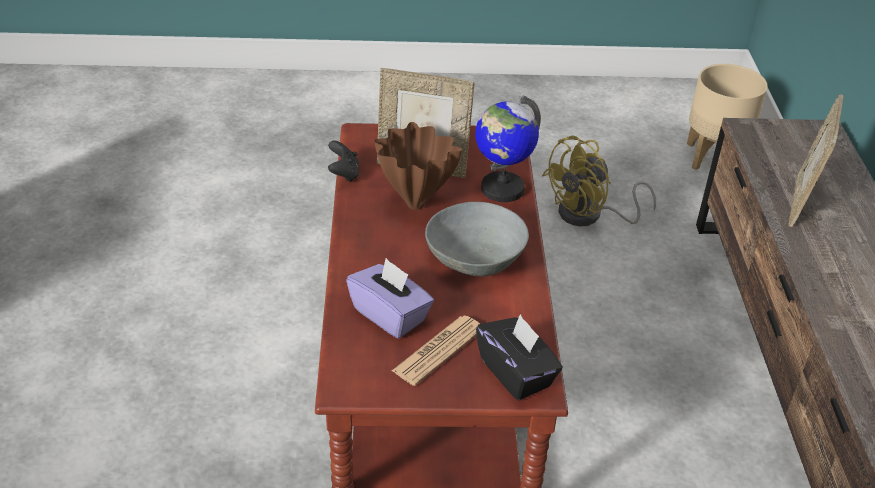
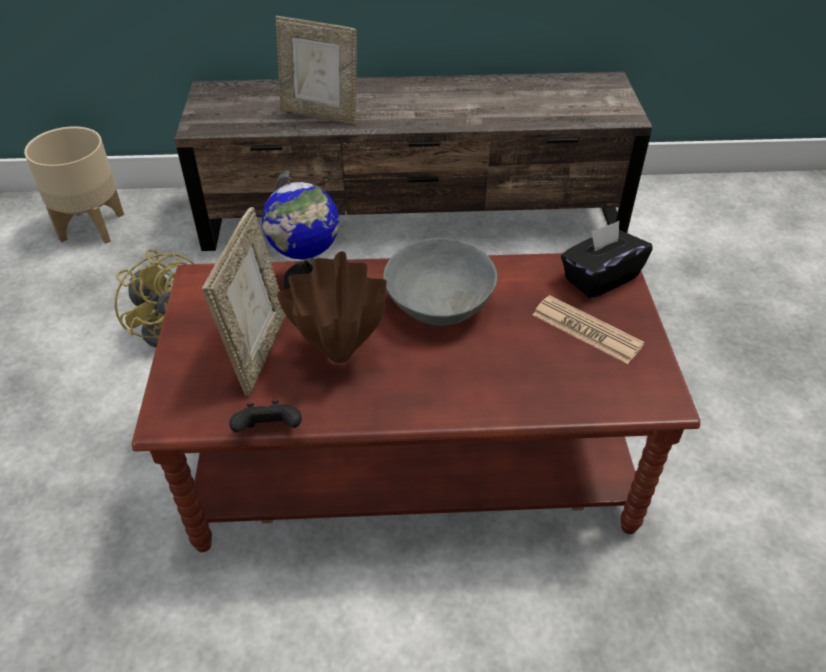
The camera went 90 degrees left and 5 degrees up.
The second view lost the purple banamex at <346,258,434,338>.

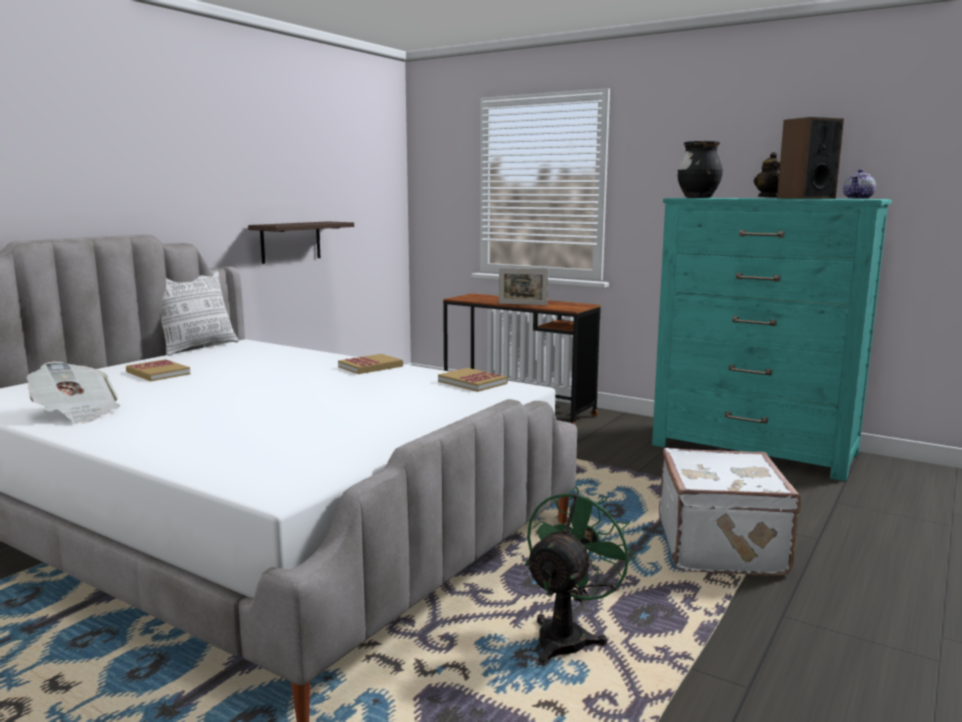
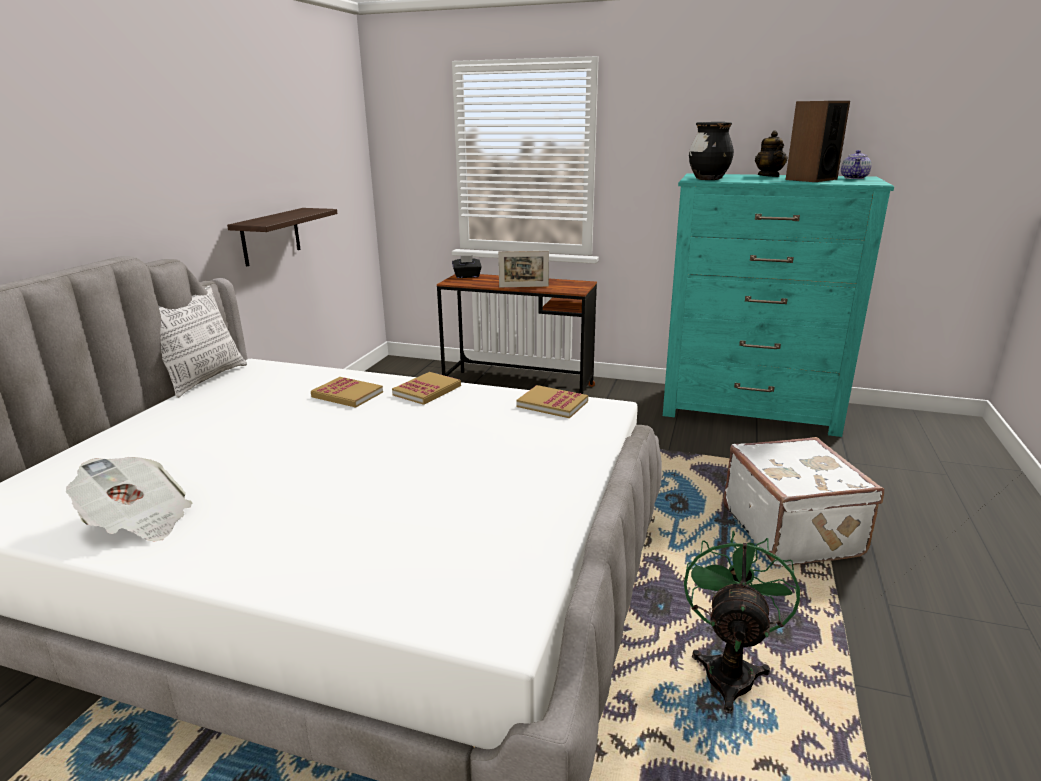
The camera went 15 degrees left and 10 degrees up.
The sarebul ended up elsewhere, having gone from <126,359,190,381> to <311,377,383,408>.
The second view gained the black banamex at <452,255,482,278>.

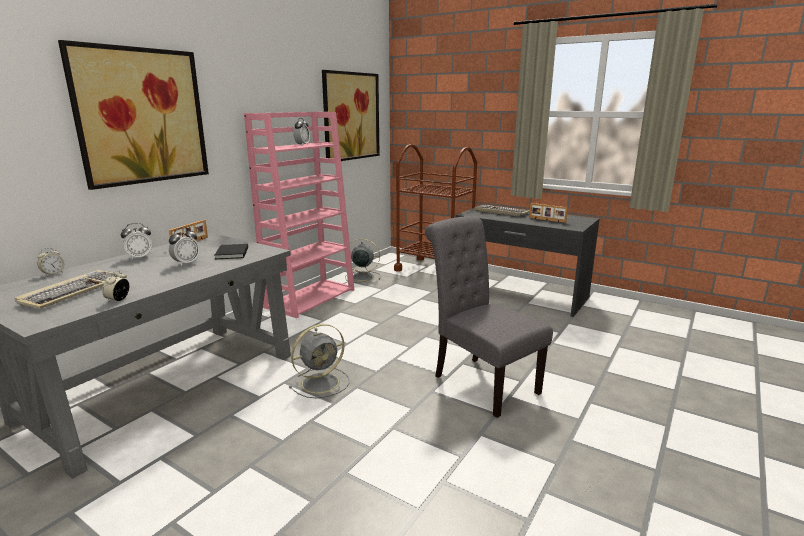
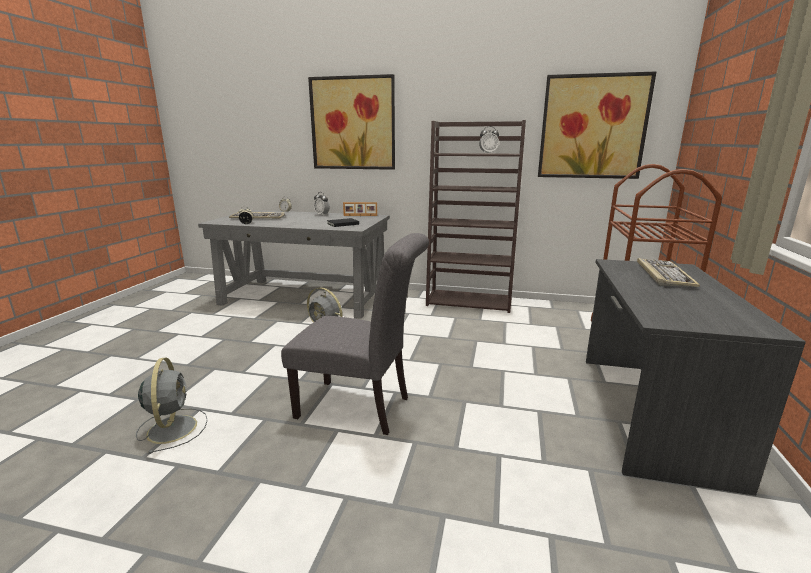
The camera went 70 degrees right and 0 degrees up.
The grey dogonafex ended up elsewhere, having gone from <345,239,380,283> to <136,358,208,454>.
The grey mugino at <425,216,553,418> ended up facing another way, 75 degrees clockwise from before.
What was the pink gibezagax at <244,112,354,318> turned into the brown gibezagax at <426,120,526,313>.
The second view lost the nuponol at <169,227,200,266>.
The second view lost the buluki at <529,203,568,223>.

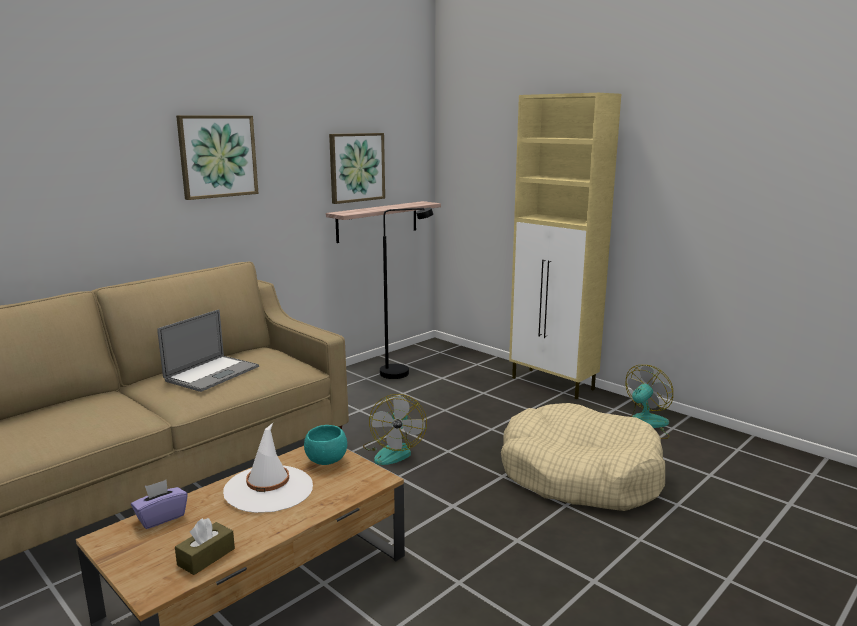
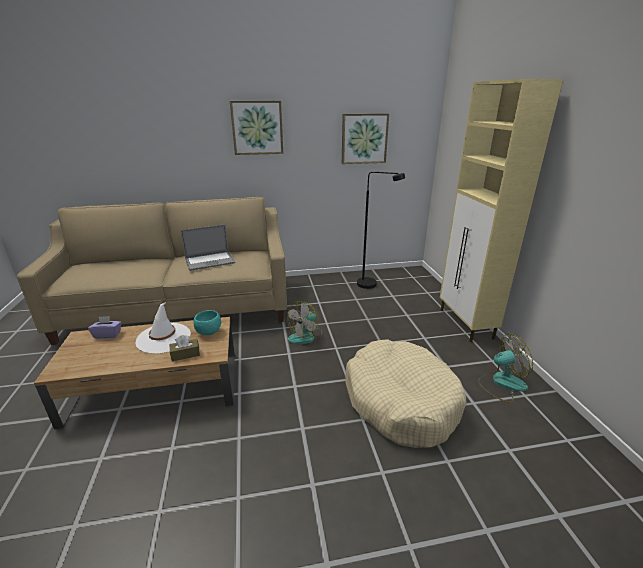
The camera went 35 degrees right and 10 degrees up.
The brown banamex ended up elsewhere, having gone from <175,518,235,575> to <170,335,200,361>.
The second view lost the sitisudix at <326,201,441,243>.

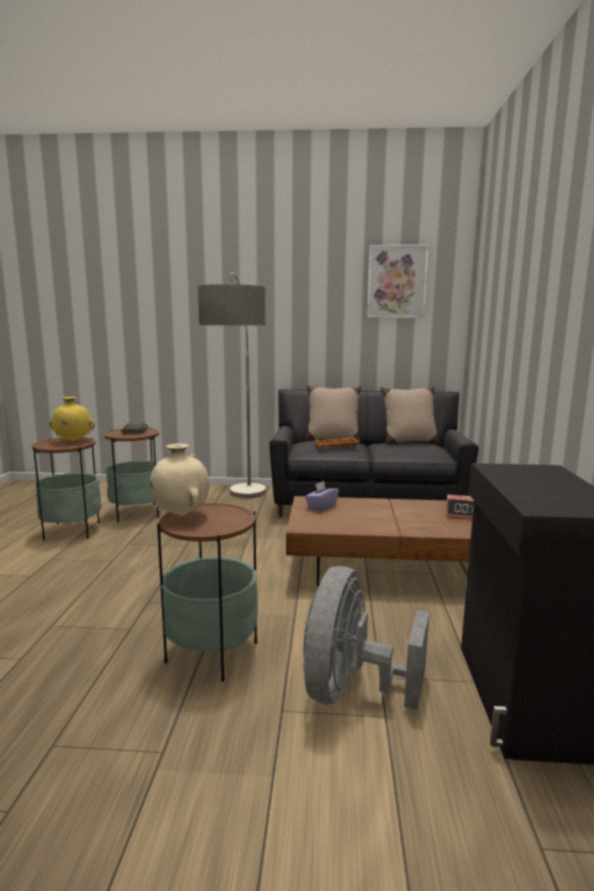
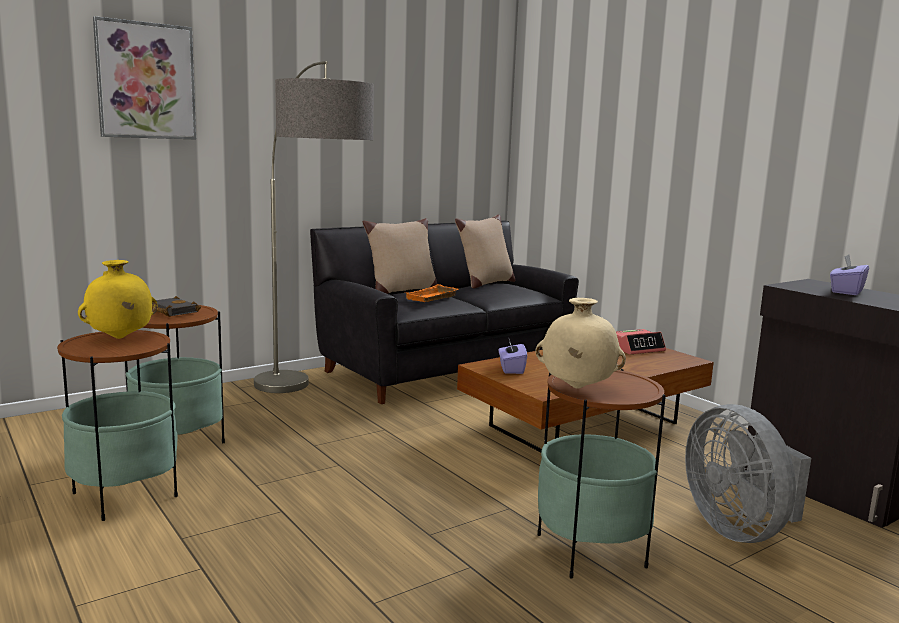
The camera went 40 degrees left and 0 degrees up.
The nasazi ended up elsewhere, having gone from <367,245,429,318> to <93,16,196,139>.
The second view gained the purple banamex at <830,255,869,295>.

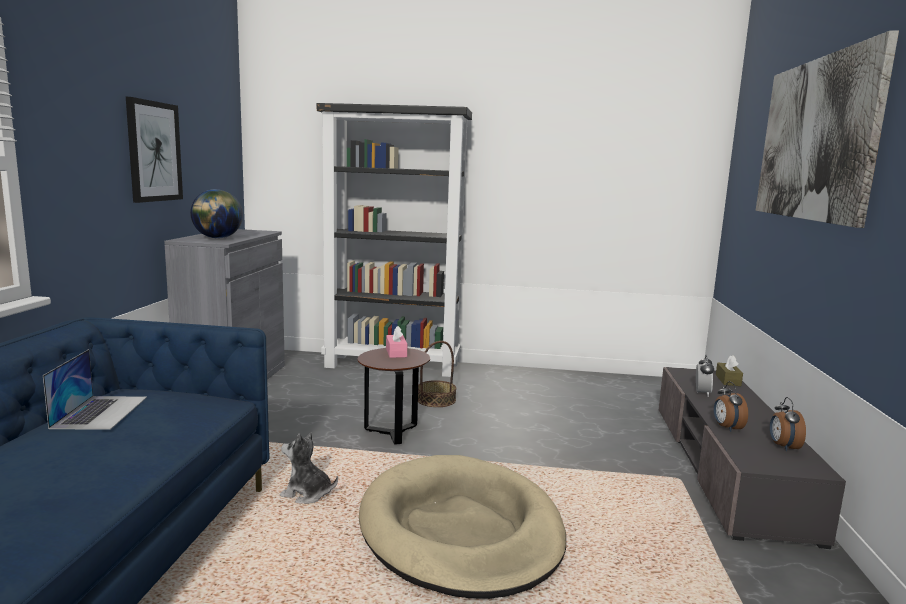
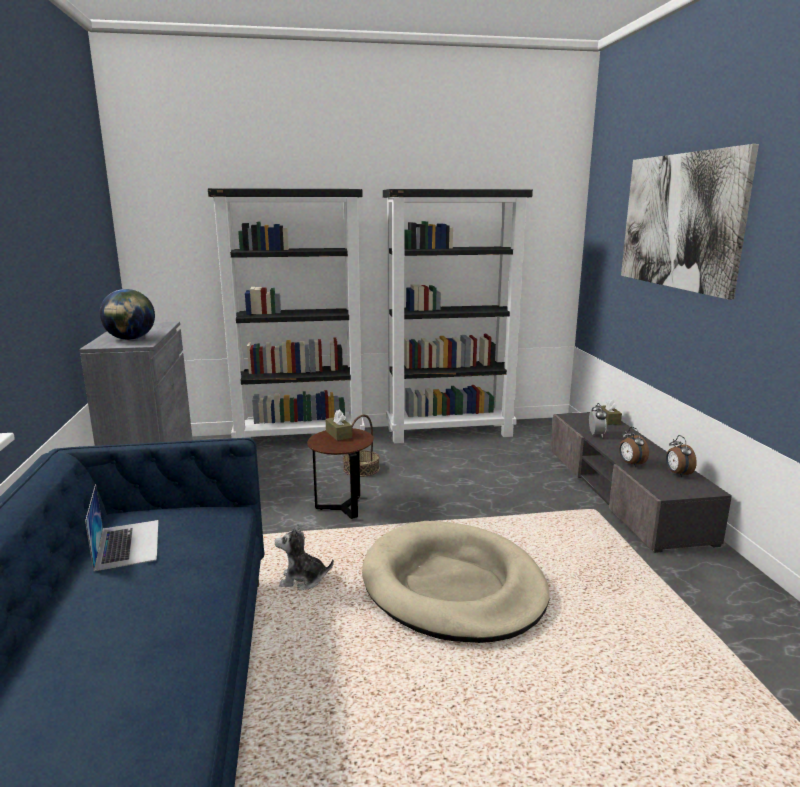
The camera went 15 degrees left and 5 degrees up.
What was the pink banamex at <386,326,407,358> turned into the brown banamex at <326,410,352,441>.
The second view gained the black gibezagax at <383,189,533,444>.
The second view lost the nasazi at <126,97,183,203>.

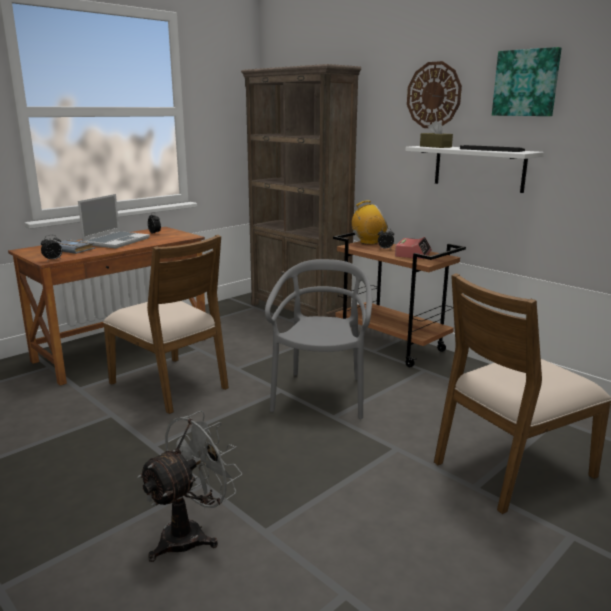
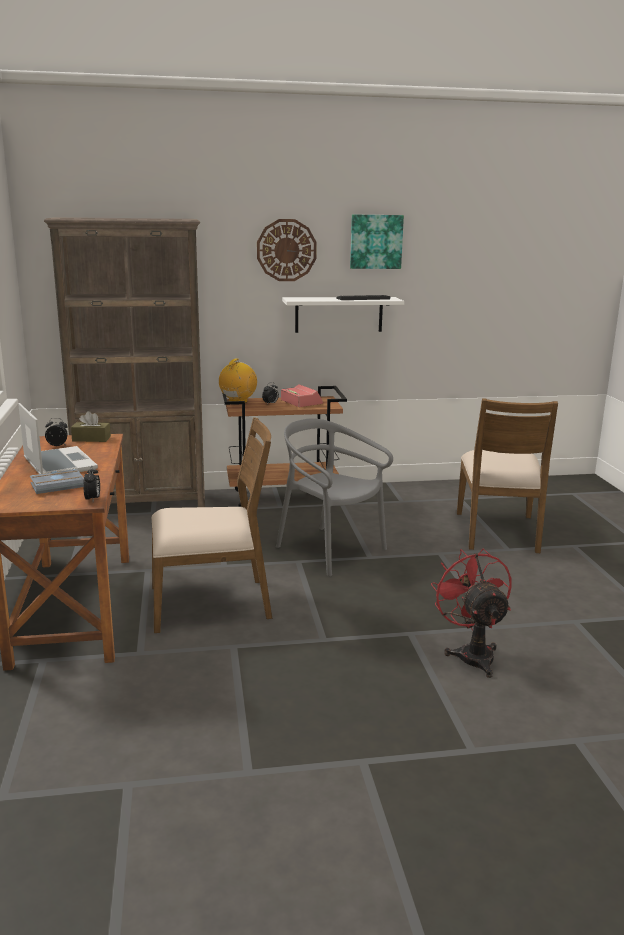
The camera went 55 degrees left and 0 degrees up.
The brown banamex ended up elsewhere, having gone from <420,121,453,148> to <71,411,111,442>.
What was the grey dogonafex at <137,411,242,562> turned into the red dogonafex at <431,548,512,678>.

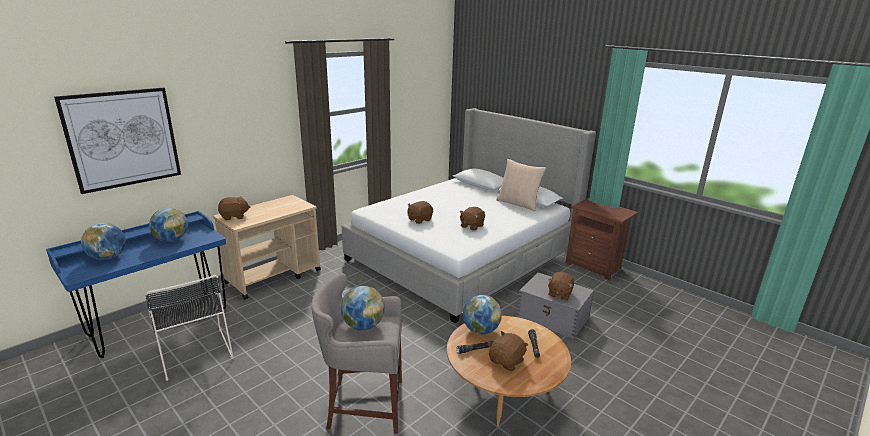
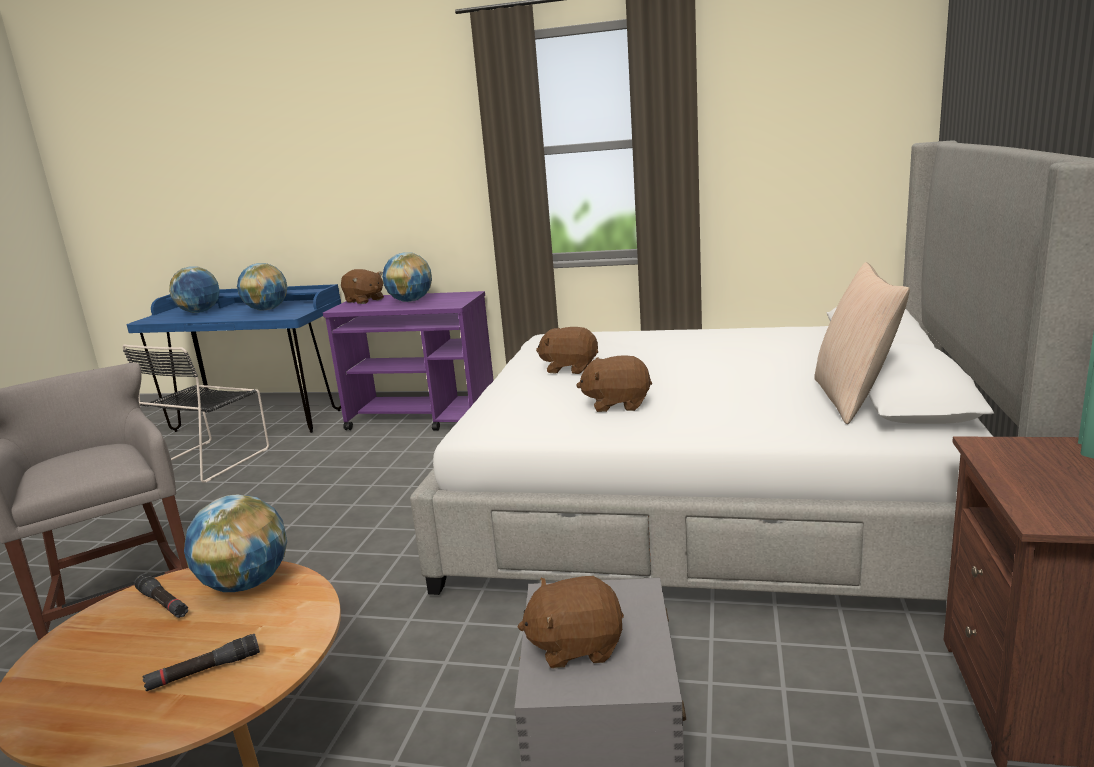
The camera went 60 degrees right and 5 degrees down.
What was the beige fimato at <213,195,321,300> turned into the purple fimato at <323,291,494,431>.
The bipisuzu ended up elsewhere, having gone from <341,286,385,330> to <382,252,432,302>.
The second view lost the nasazi at <54,88,181,194>.
The second view lost the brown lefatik at <489,331,528,371>.

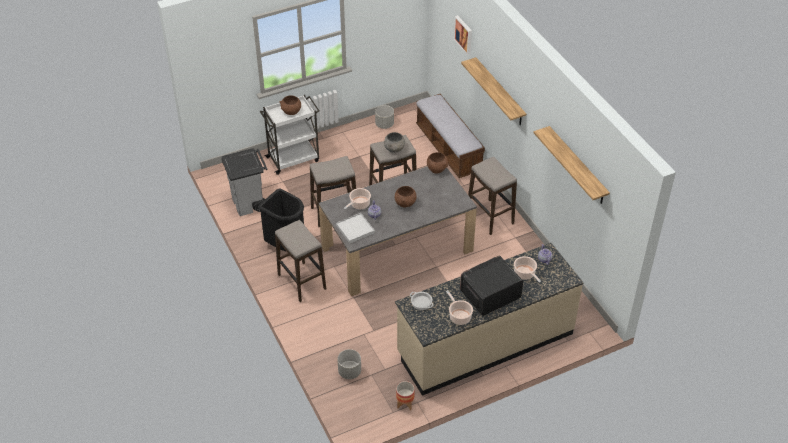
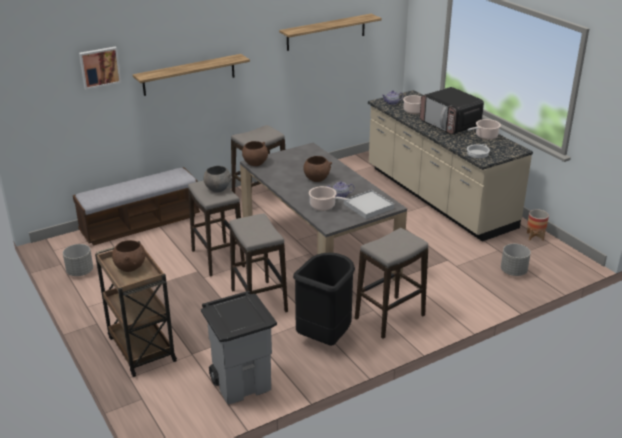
The camera went 95 degrees left and 15 degrees down.
What was the white fimato at <260,95,319,175> turned into the brown fimato at <95,241,177,377>.

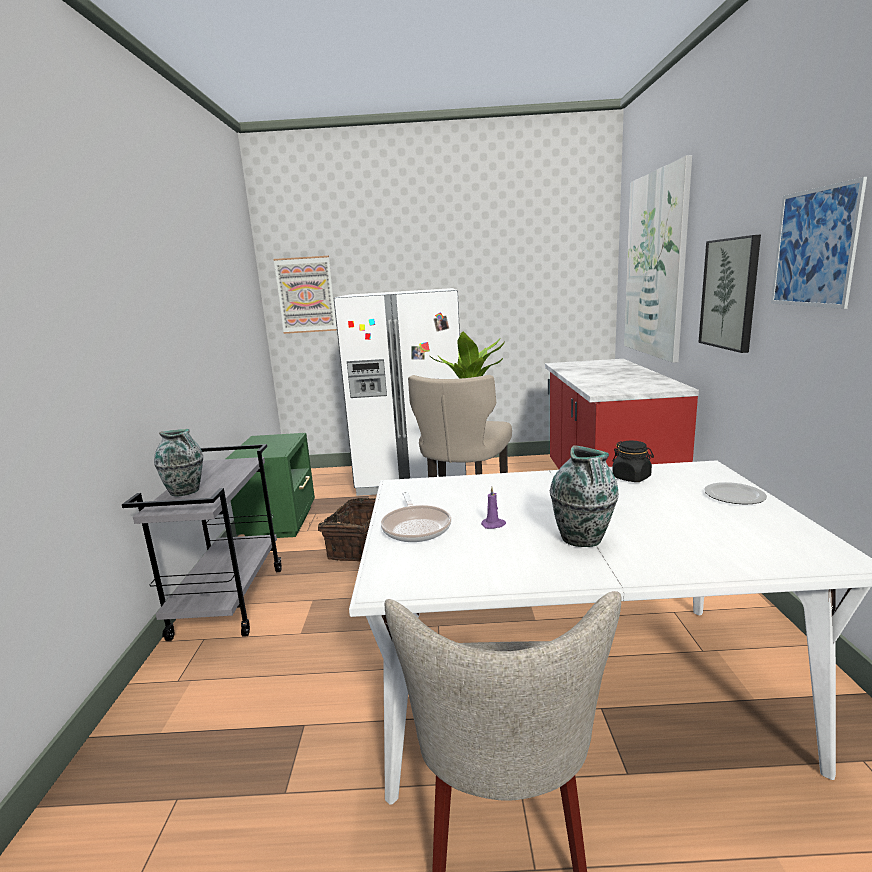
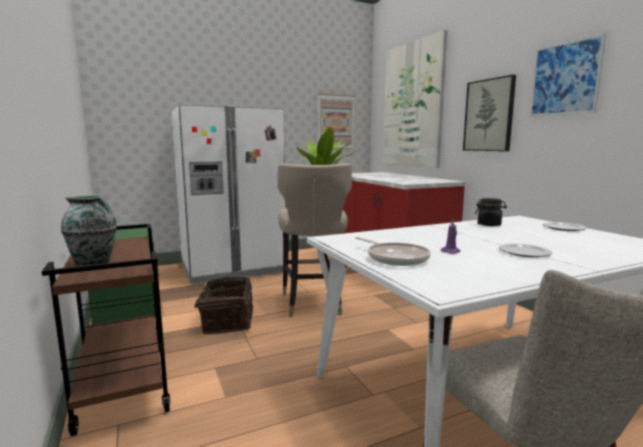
The camera went 25 degrees left and 5 degrees down.
What was the grey fimato at <122,444,282,641> turned into the brown fimato at <42,224,170,436>.
The nasazi ended up elsewhere, having gone from <274,256,337,334> to <318,94,355,149>.
Where the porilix stood at <550,445,619,547>, the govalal came to stand at <498,243,552,257>.

